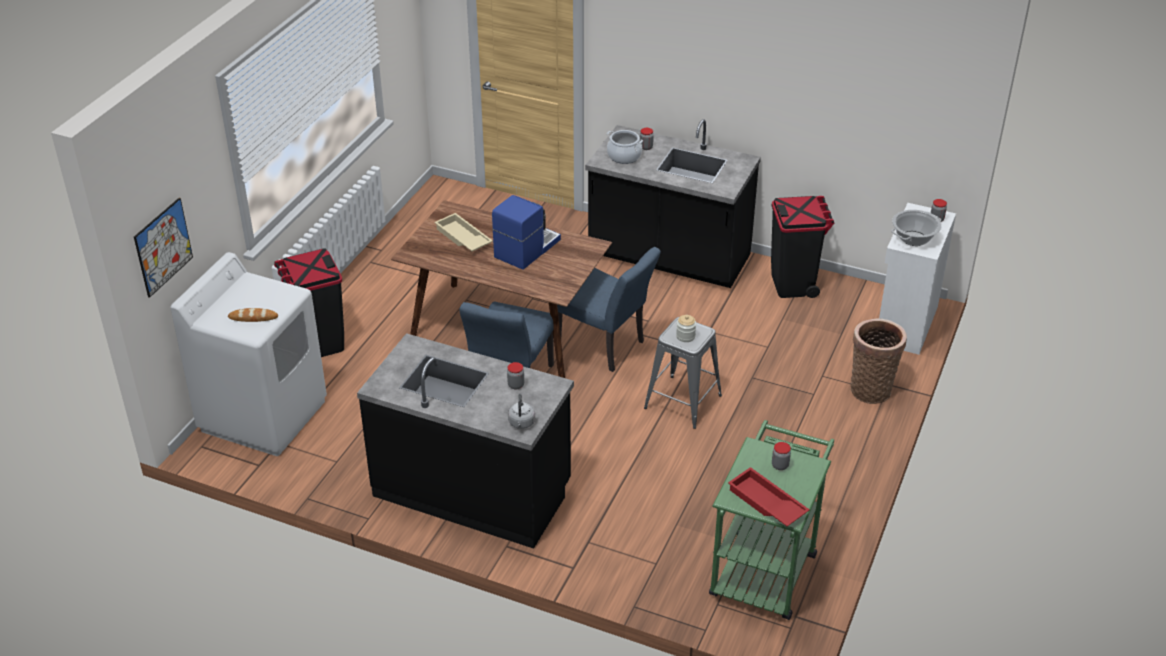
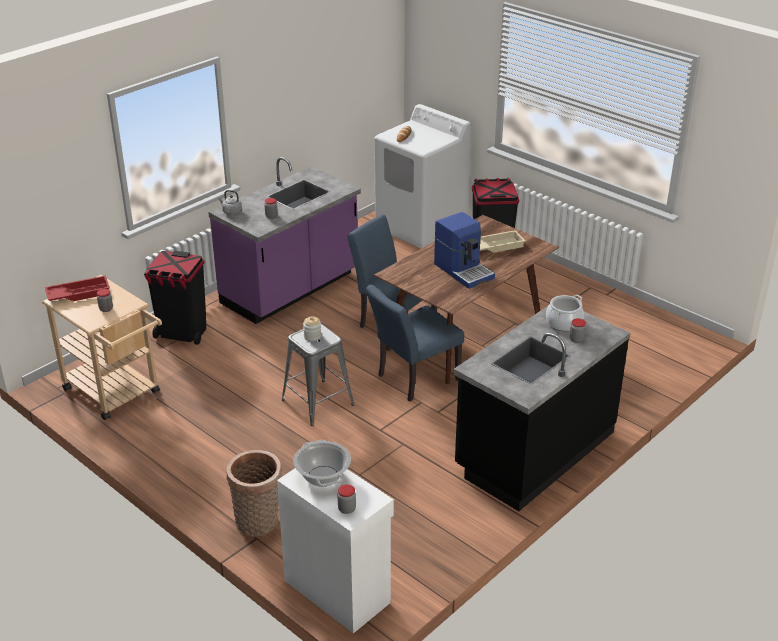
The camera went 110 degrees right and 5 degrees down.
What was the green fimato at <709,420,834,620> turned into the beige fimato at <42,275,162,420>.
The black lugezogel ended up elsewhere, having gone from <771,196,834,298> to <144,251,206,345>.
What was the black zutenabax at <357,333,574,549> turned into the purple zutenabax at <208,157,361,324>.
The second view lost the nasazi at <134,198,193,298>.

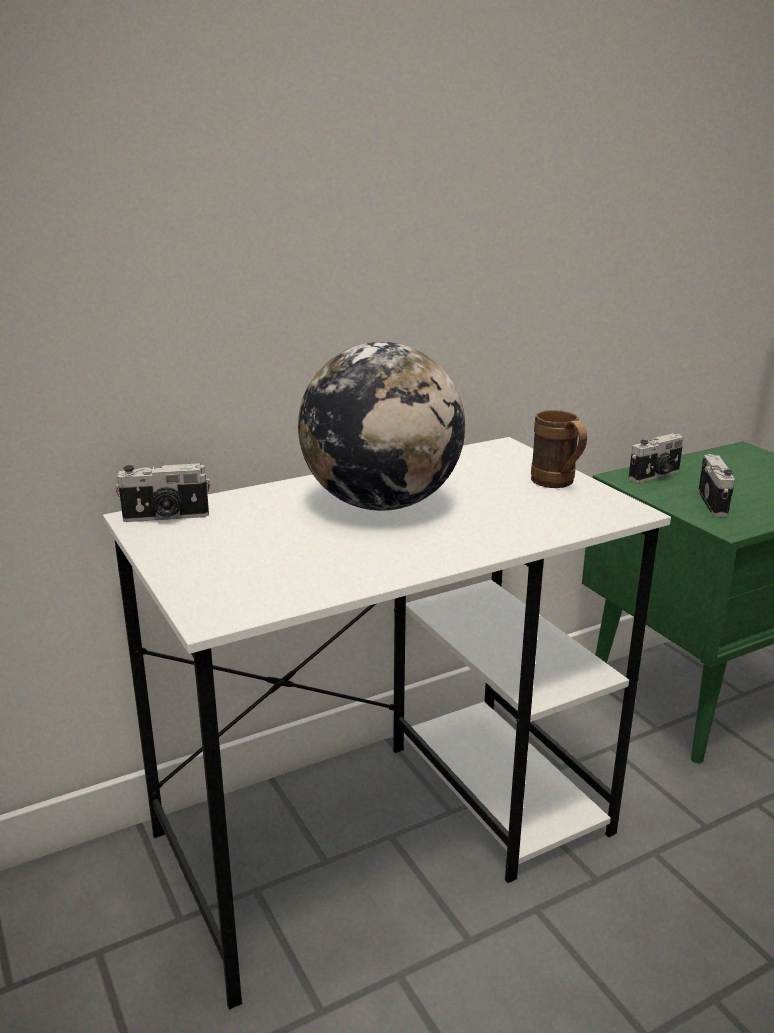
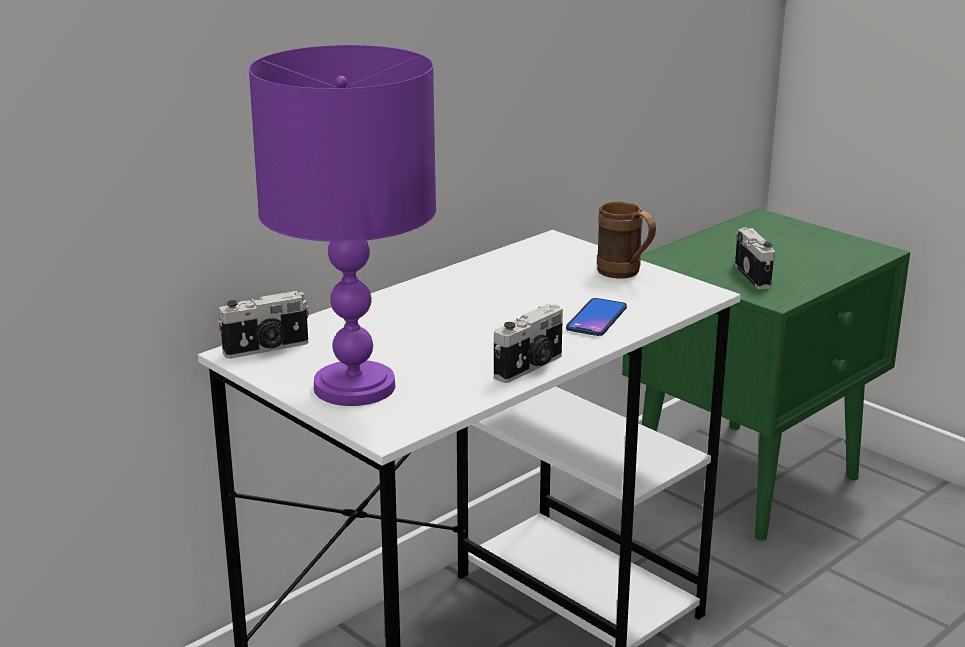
The camera went 15 degrees left and 0 degrees up.
The second view gained the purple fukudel at <249,45,436,406>.
The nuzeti ended up elsewhere, having gone from <628,433,684,483> to <494,304,563,383>.
The second view gained the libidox at <566,298,627,336>.
The second view lost the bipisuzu at <298,342,465,511>.

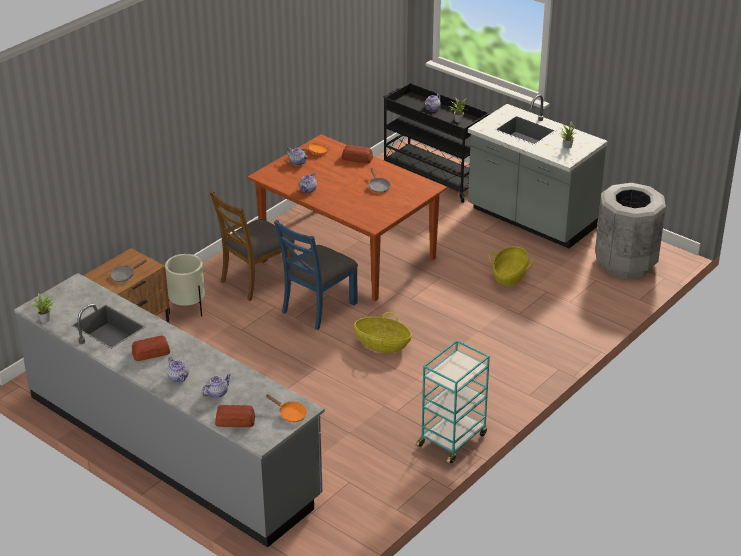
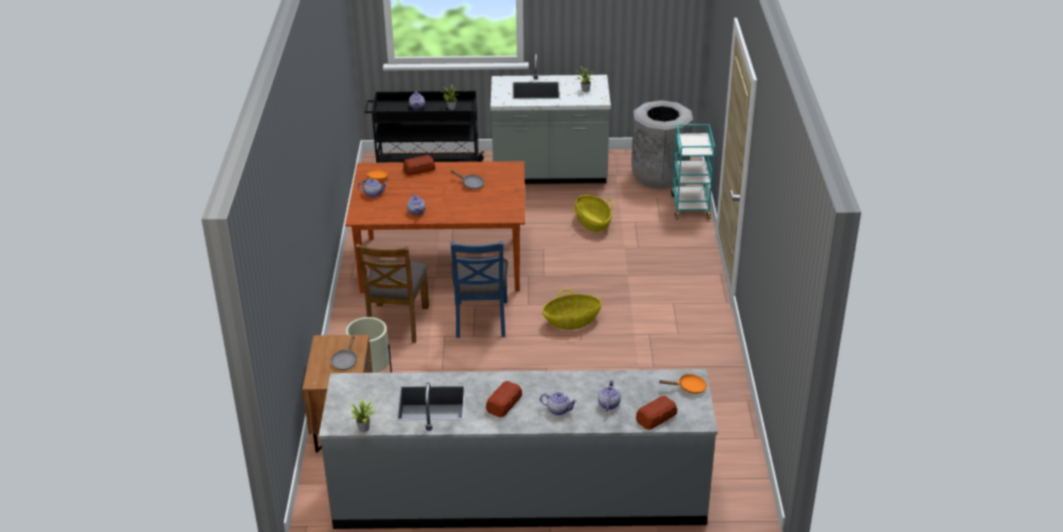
The camera went 40 degrees left and 0 degrees up.
The turquoise fimato ended up elsewhere, having gone from <416,340,490,463> to <671,124,715,220>.

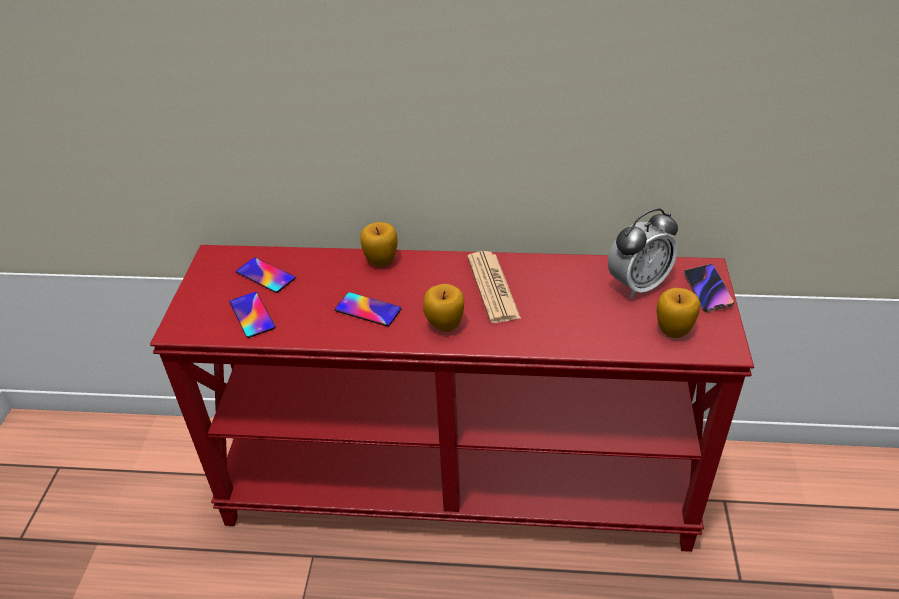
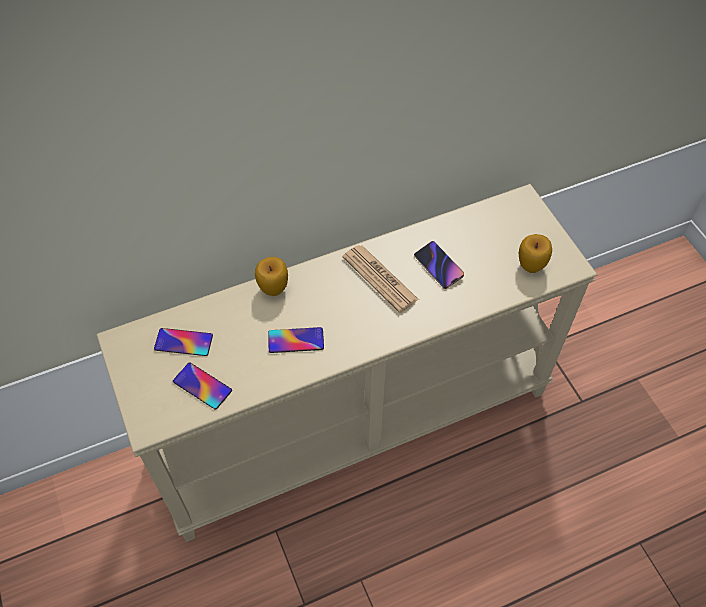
The camera went 30 degrees left and 15 degrees up.
What was the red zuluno at <150,245,754,552> turned into the beige zuluno at <96,184,597,542>.
The libidox ended up elsewhere, having gone from <684,264,734,312> to <414,241,464,289>.
The second view lost the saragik at <423,284,464,332>.
The second view lost the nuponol at <608,208,678,298>.

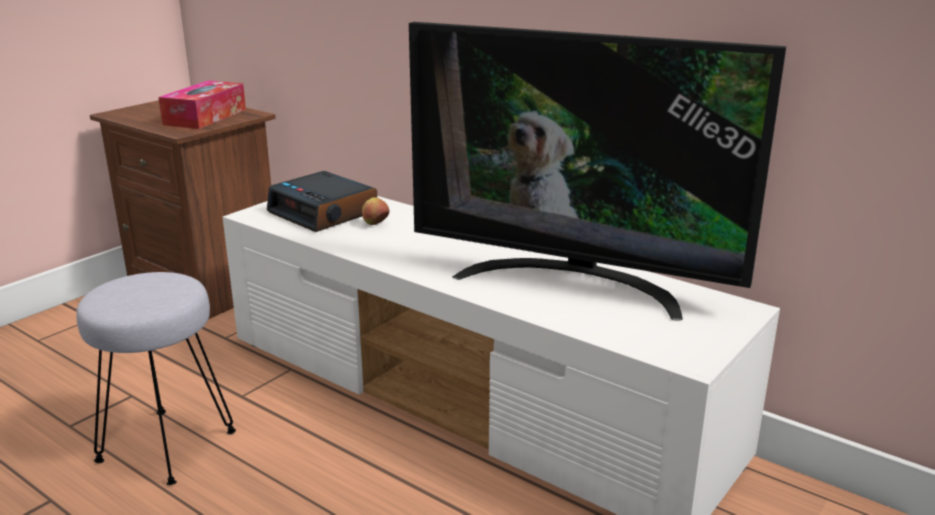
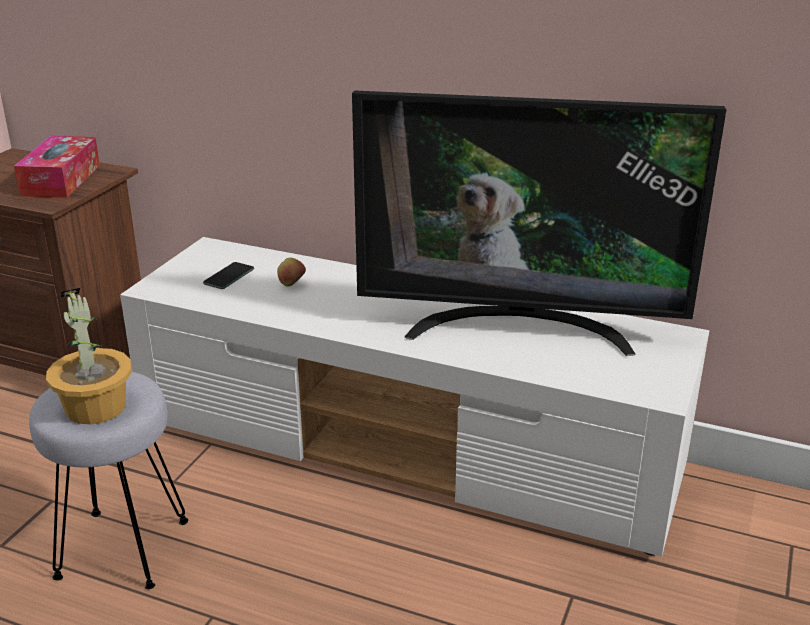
The camera went 15 degrees left and 5 degrees up.
The second view gained the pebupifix at <46,288,132,424>.
Where the nuponol stood at <267,171,377,232>, the libidox came to stand at <203,262,254,289>.

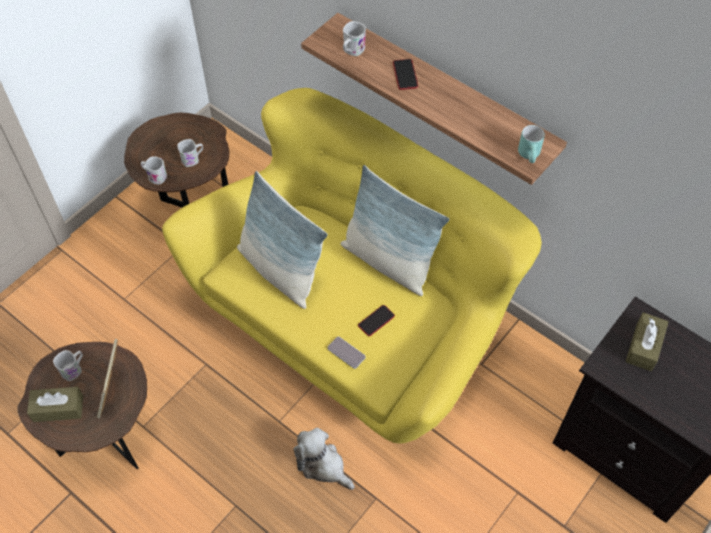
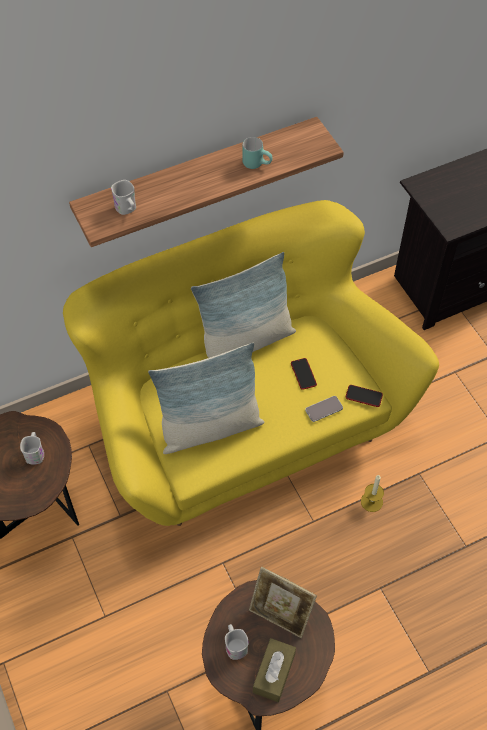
The camera went 65 degrees left and 0 degrees up.
The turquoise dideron ended up elsewhere, having gone from <518,125,545,163> to <242,137,273,169>.
The libidox ended up elsewhere, having gone from <393,59,418,90> to <346,385,383,407>.
Where the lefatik stood at <293,428,354,490>, the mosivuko came to stand at <361,475,384,512>.
The second view lost the white dideron at <141,156,167,184>.
The second view lost the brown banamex at <626,312,669,371>.

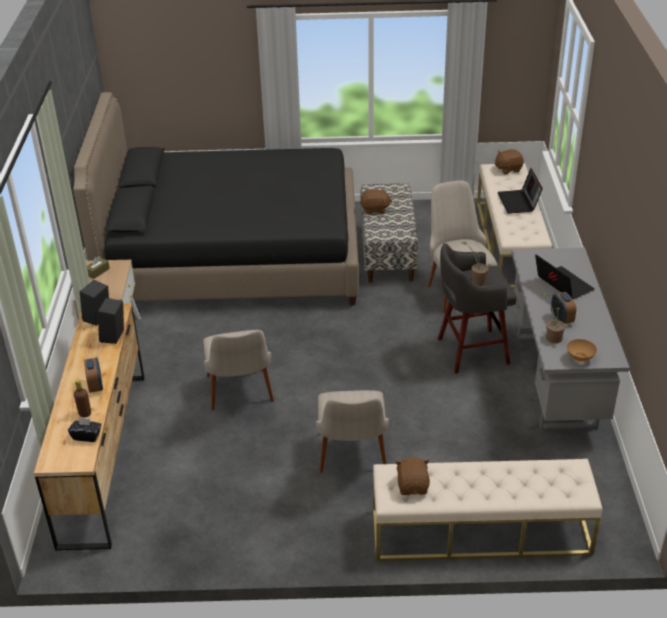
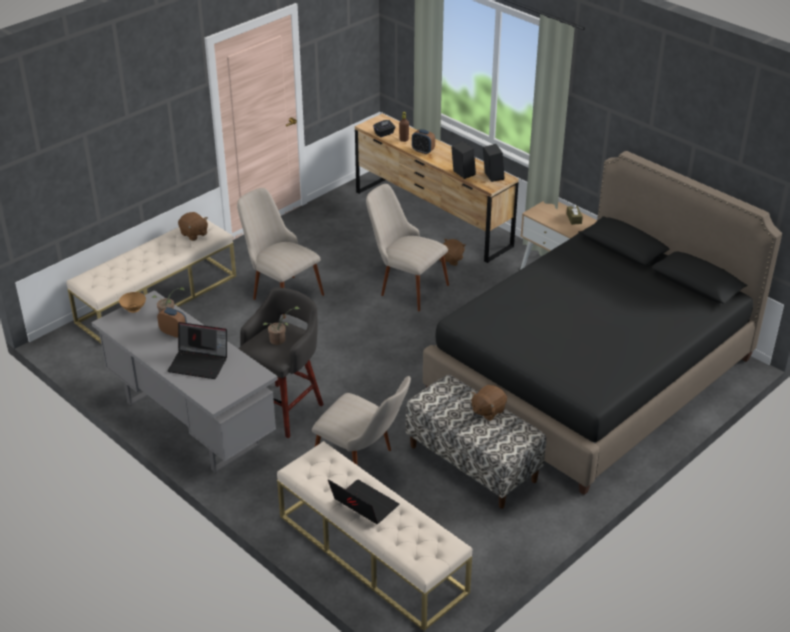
The camera went 135 degrees right and 0 degrees up.
The brown lefatik ended up elsewhere, having gone from <495,149,524,174> to <439,239,466,266>.

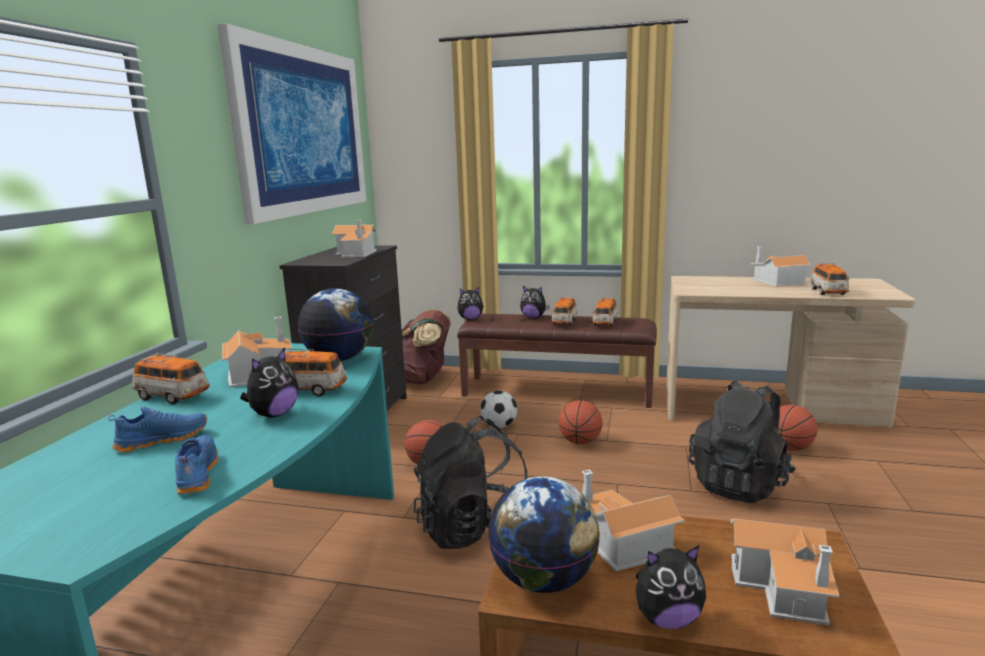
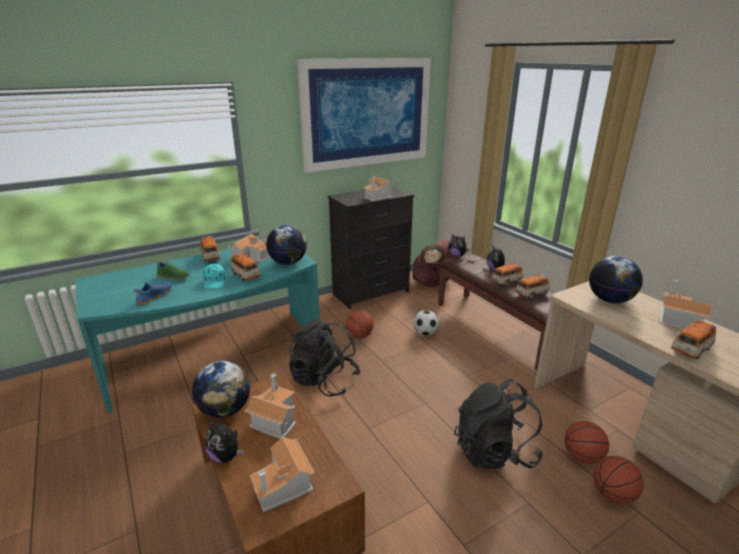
The camera went 45 degrees right and 10 degrees up.
What was the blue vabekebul at <108,407,207,452> turned into the green vabekebul at <156,261,189,280>.
Where the lefatik stood at <240,348,298,418>, the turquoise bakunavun came to stand at <203,264,225,289>.
The second view gained the bipisuzu at <589,256,643,303>.
The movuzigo ended up elsewhere, having gone from <558,400,603,444> to <593,456,644,504>.

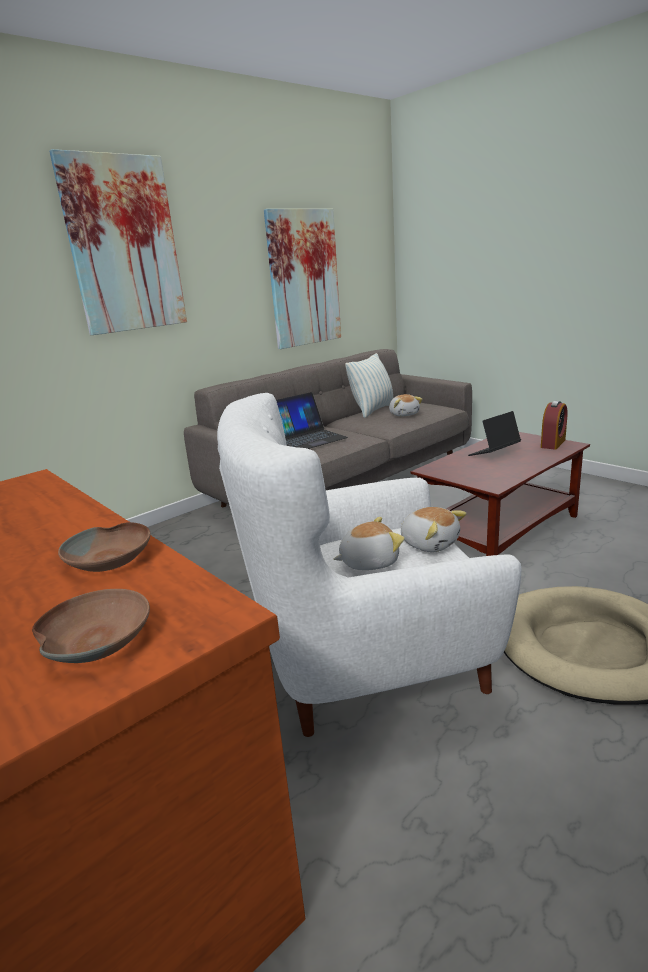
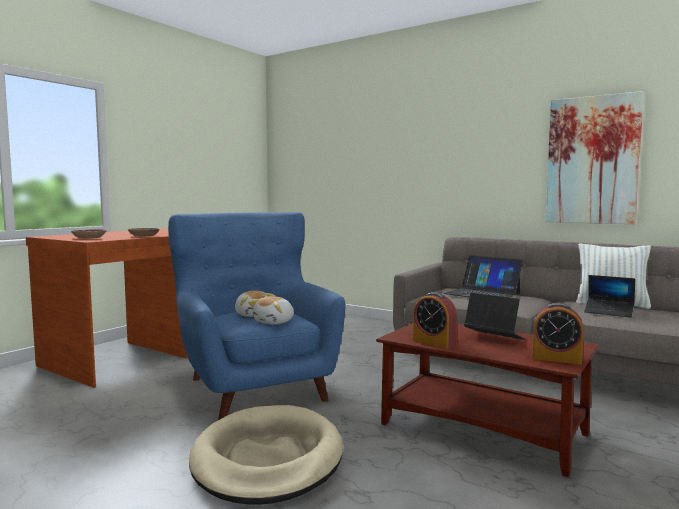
The camera went 75 degrees right and 15 degrees down.
What was the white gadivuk at <217,393,521,737> turned into the blue gadivuk at <168,212,345,420>.
The second view gained the nuponol at <413,292,457,349>.
Where the lefatik stood at <389,394,422,416>, the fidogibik came to stand at <584,275,635,318>.
The second view lost the nasazi at <49,149,187,335>.

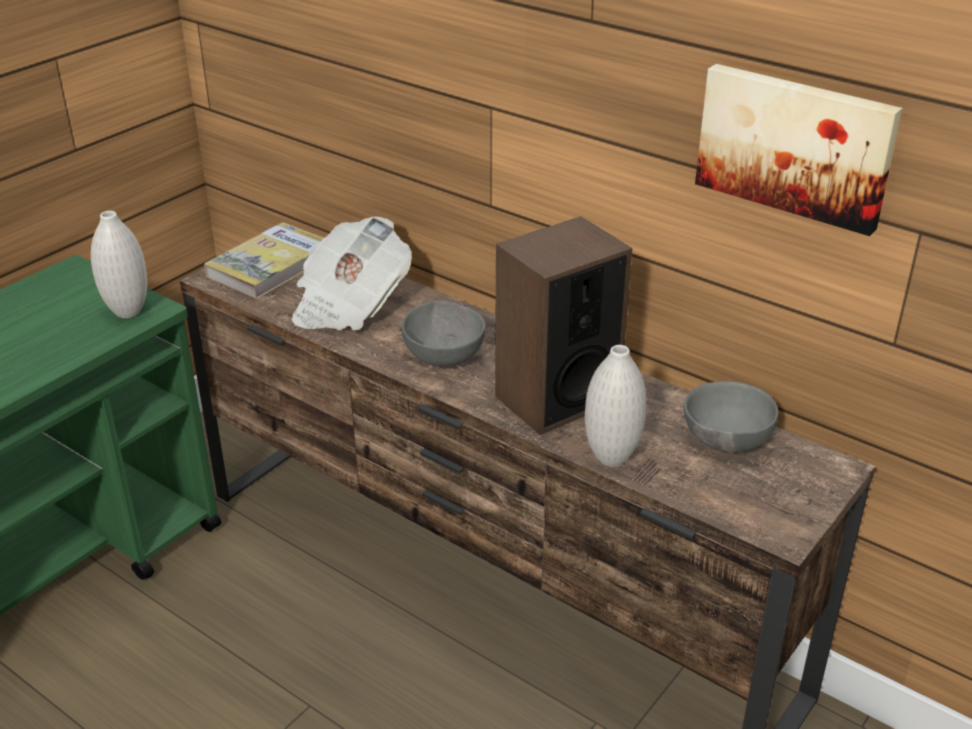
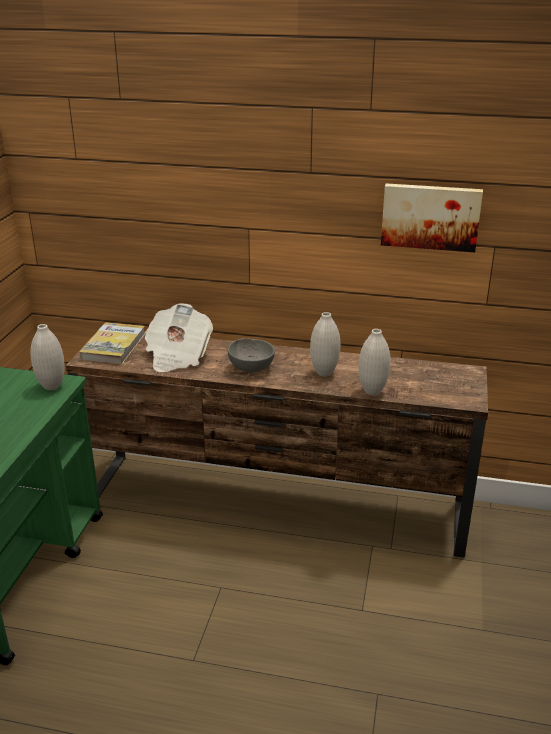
The camera went 25 degrees left and 5 degrees down.
Where the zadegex stood at <495,217,632,435>, the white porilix came to stand at <310,312,340,377>.
The second view lost the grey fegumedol at <684,381,779,452>.

